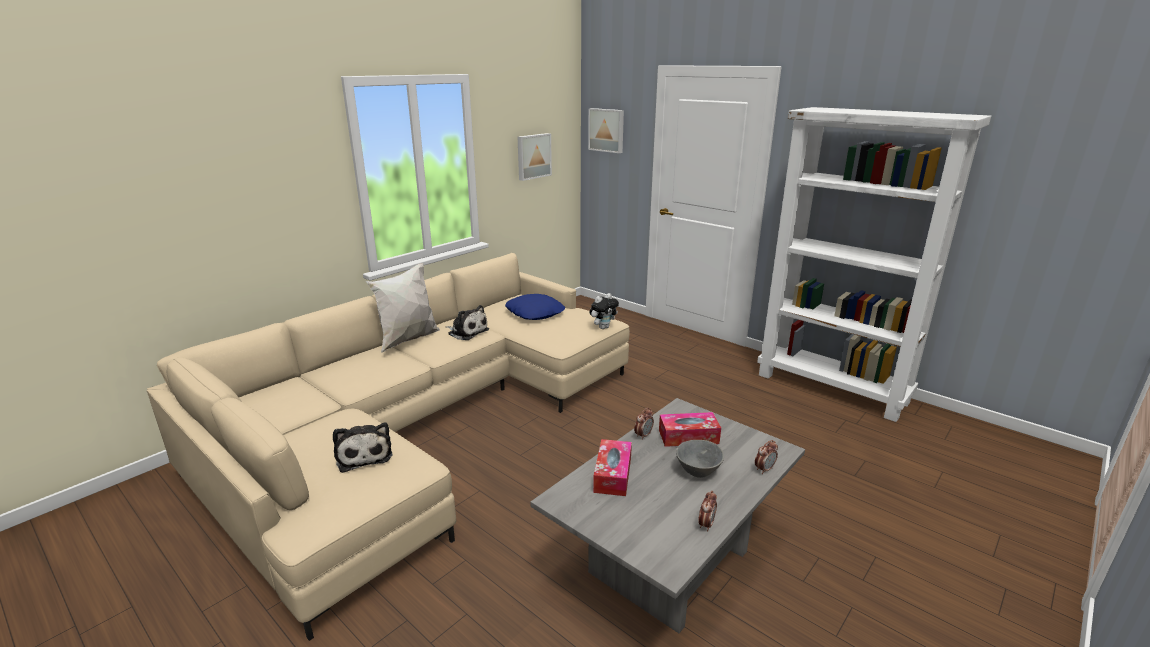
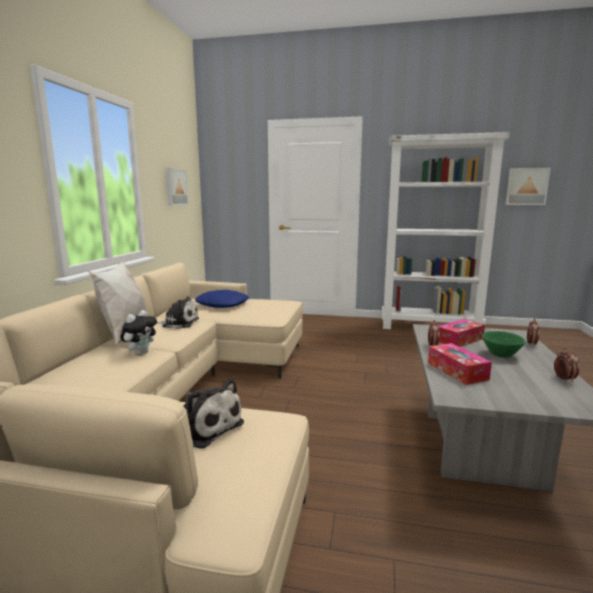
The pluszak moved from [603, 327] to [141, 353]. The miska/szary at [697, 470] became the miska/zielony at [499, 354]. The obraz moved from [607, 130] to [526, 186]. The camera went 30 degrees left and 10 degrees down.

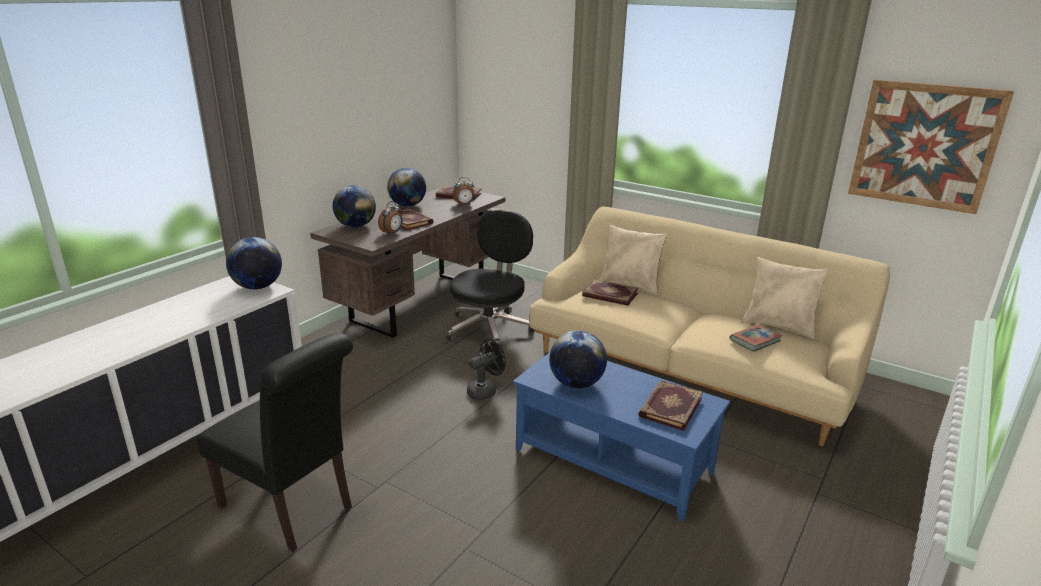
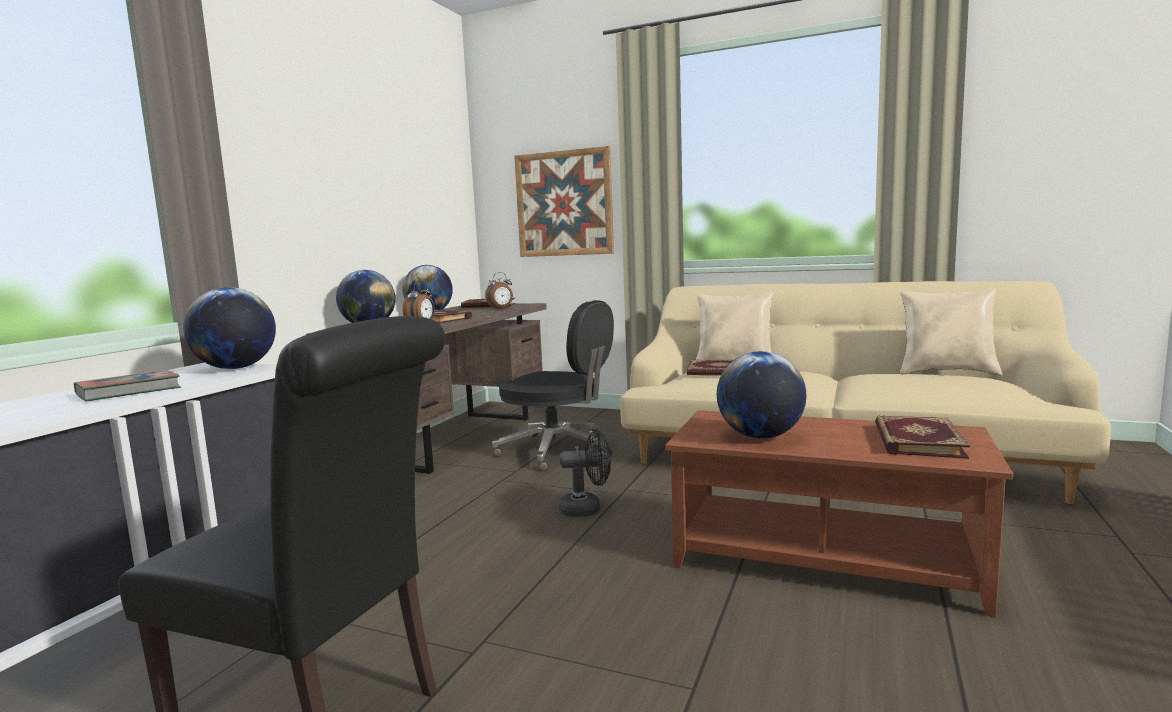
The książka moved from [755, 340] to [129, 391]. The krzesło biurowe/czarny at [490, 328] turned 105 degrees clockwise. The obraz moved from [924, 145] to [564, 203]. The wentylator/czarny at [485, 391] turned 45 degrees clockwise. The ława/niebieski at [613, 460] became the ława/brązowy at [825, 558]. The camera went 10 degrees left and 15 degrees down.

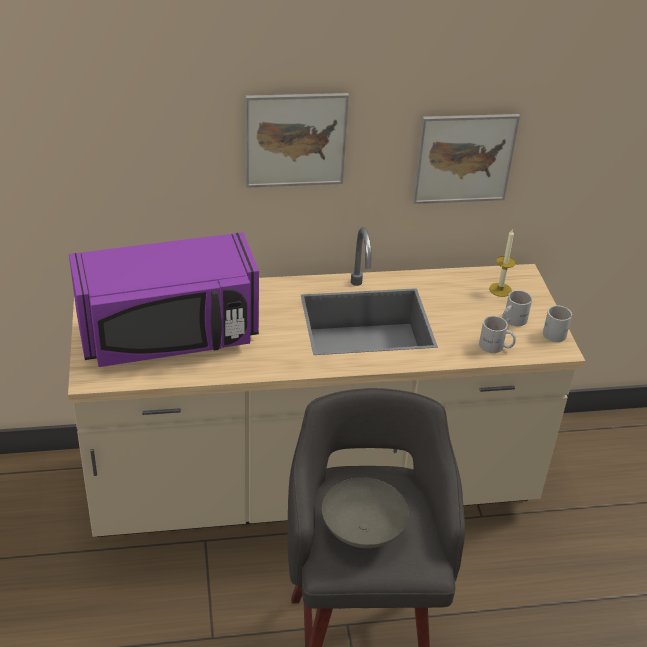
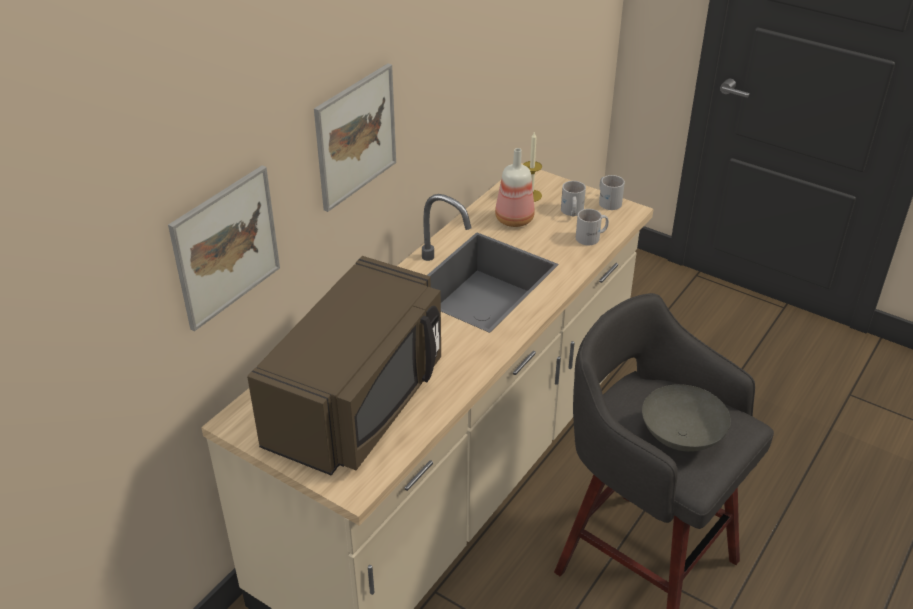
The obraz moved from [464, 158] to [226, 247]. The mikrofalówka/fioletowy at [169, 336] became the mikrofalówka/brązowy at [359, 402]. The butelka at [514, 220] appeared. The camera went 45 degrees left and 0 degrees up.

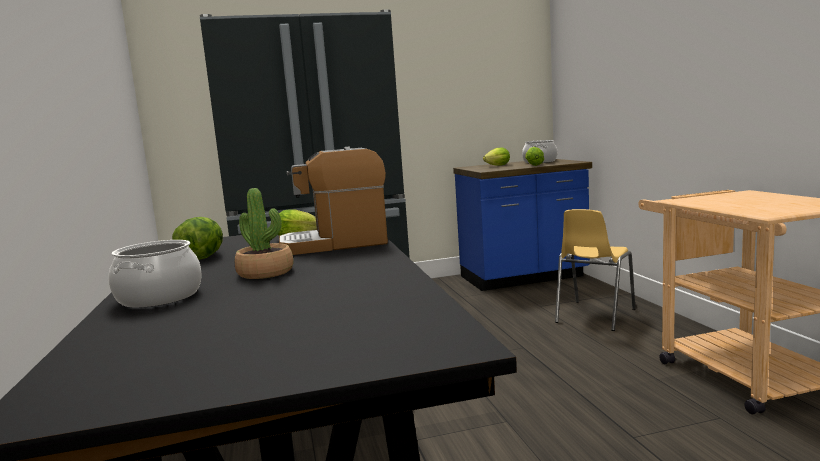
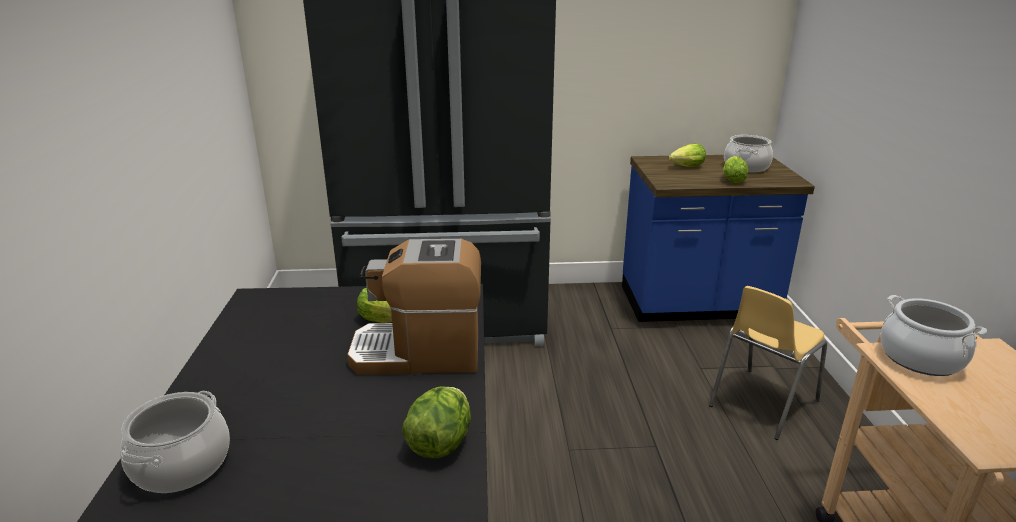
The sałata moved from [202, 258] to [440, 443]. The garnek at [920, 357] appeared. The roślina doniczkowa at [265, 272] disappeared. The camera went 10 degrees right and 15 degrees up.

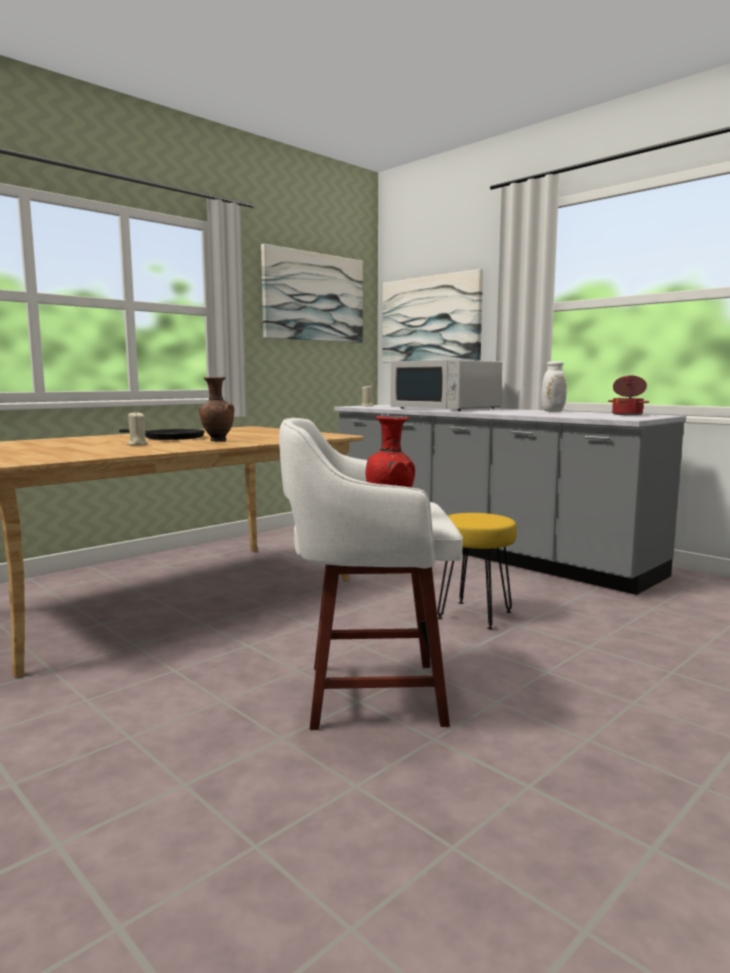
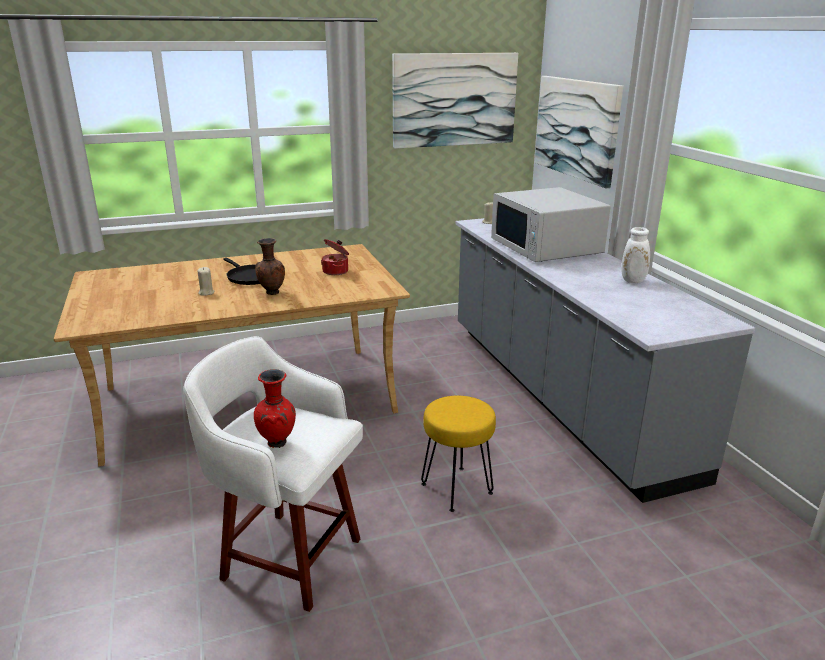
The garnek moved from [627, 414] to [336, 271]. The camera went 25 degrees right and 15 degrees up.

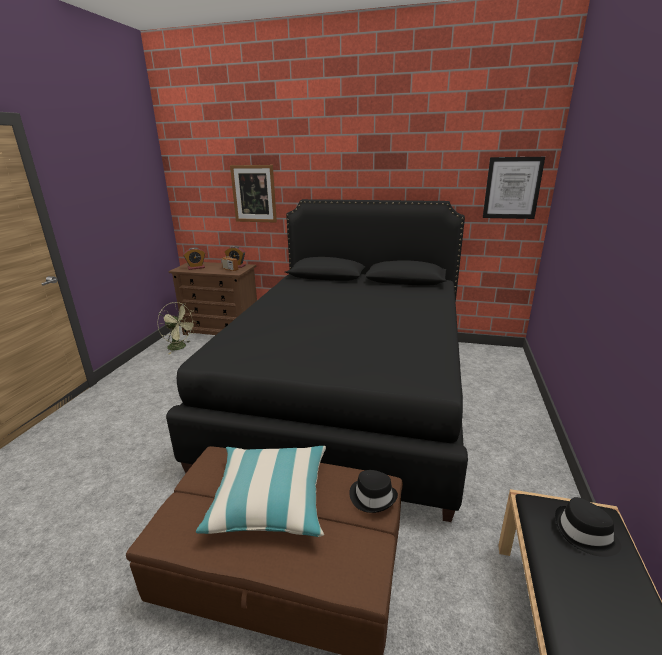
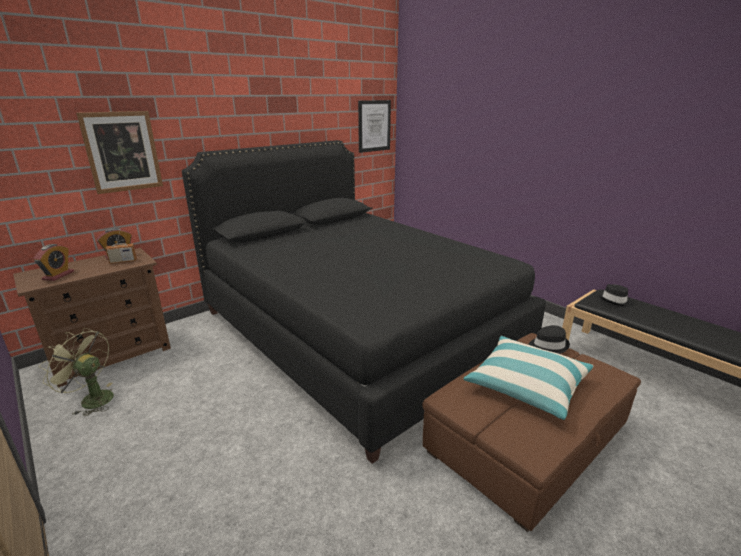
The wentylator/zielony at [180, 347] turned 135 degrees counterclockwise. The camera went 55 degrees left and 0 degrees up.

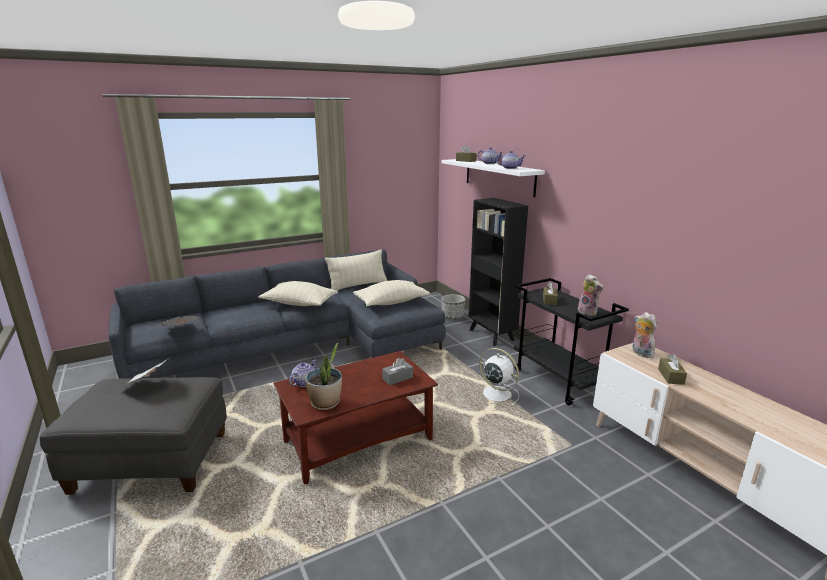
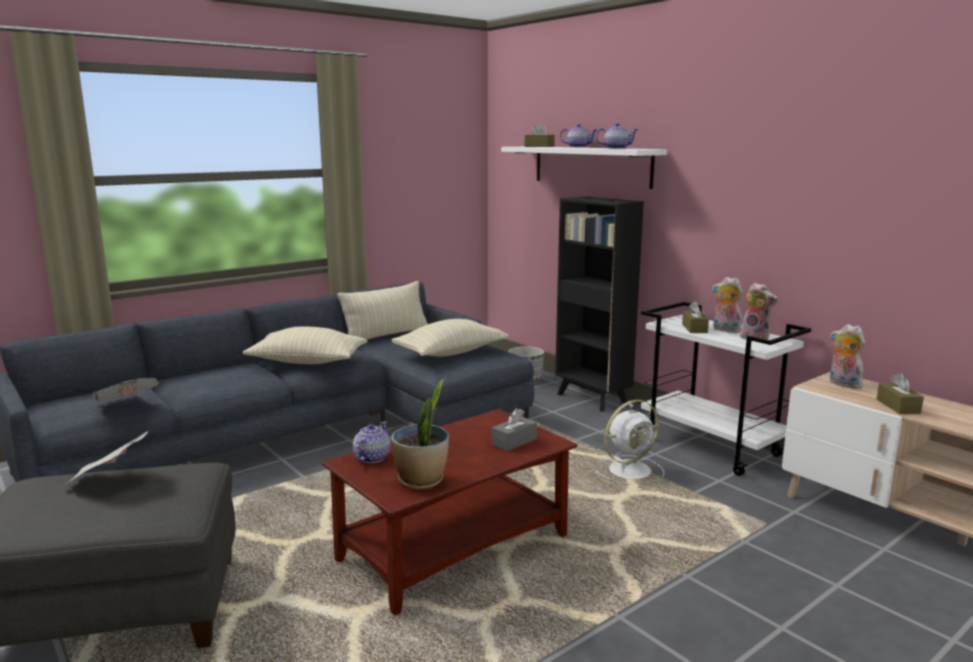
The wentylator/biały at [495, 393] turned 120 degrees clockwise. The wózek/czarny at [559, 381] became the wózek/biały at [712, 447]. The pluszak at [725, 330] appeared. The camera went 10 degrees left and 5 degrees down.

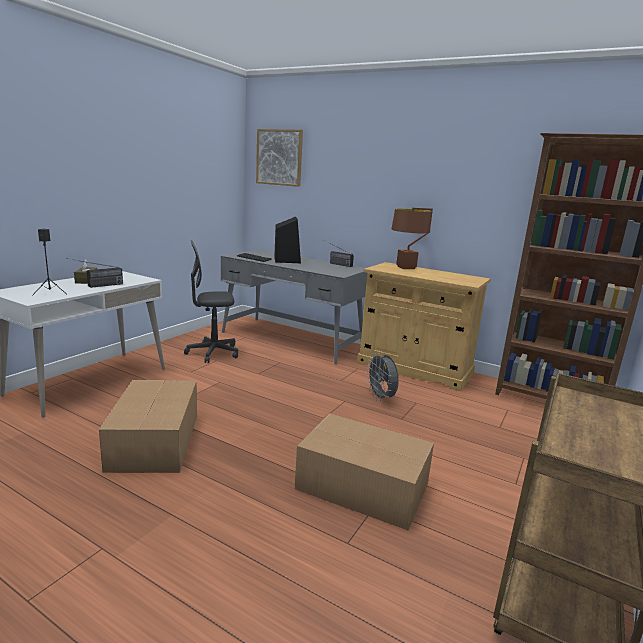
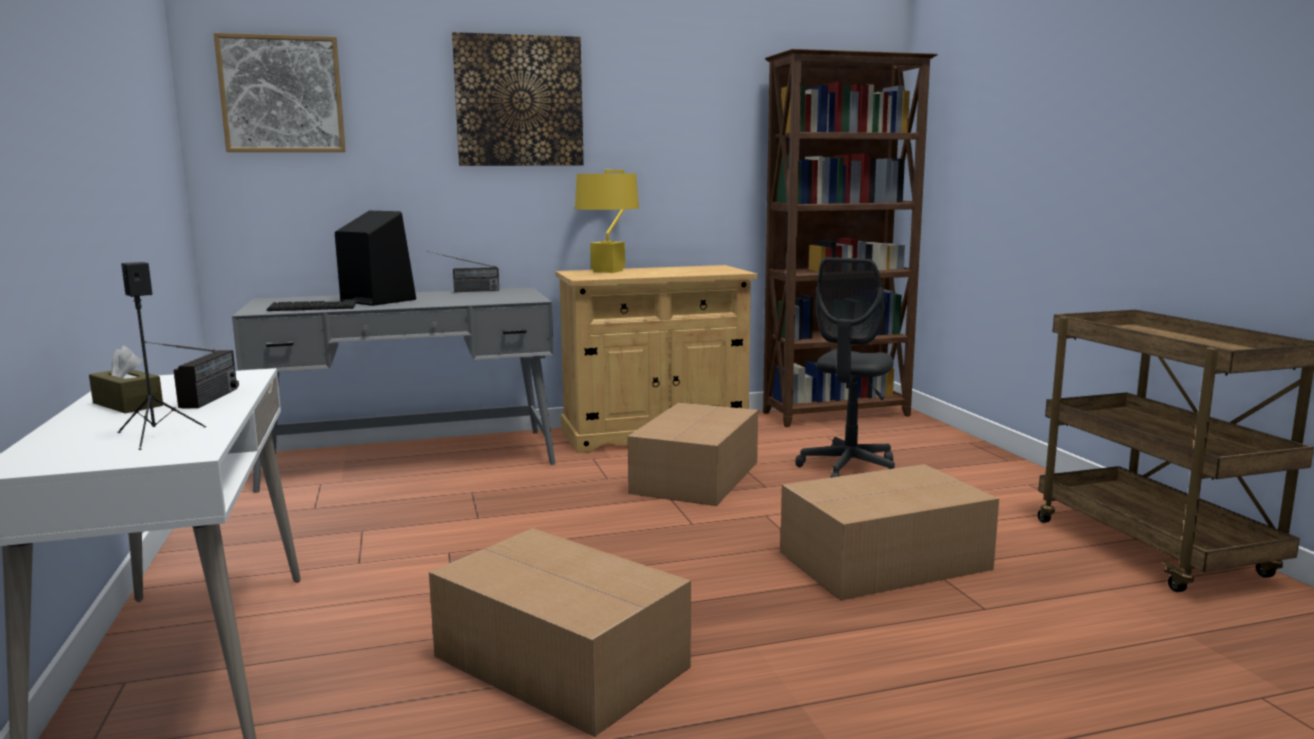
The obraz at [519, 101] appeared. The lampa stołowa/brązowy at [406, 267] became the lampa stołowa/żółty at [608, 271]. The wentylator/szary at [381, 398] was replaced by the karton at [697, 477]. The krzesło biurowe/szary moved from [213, 353] to [849, 469]. The camera went 45 degrees left and 5 degrees down.

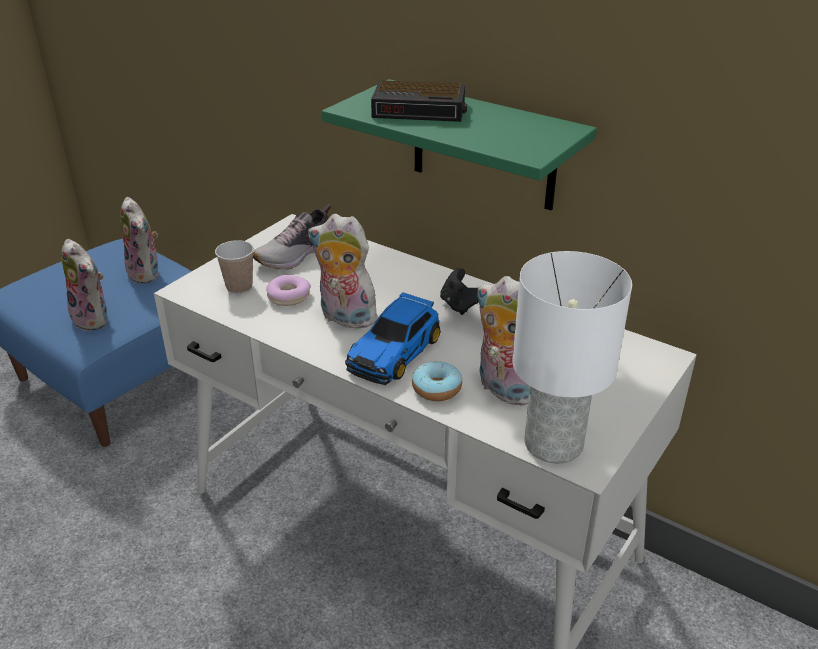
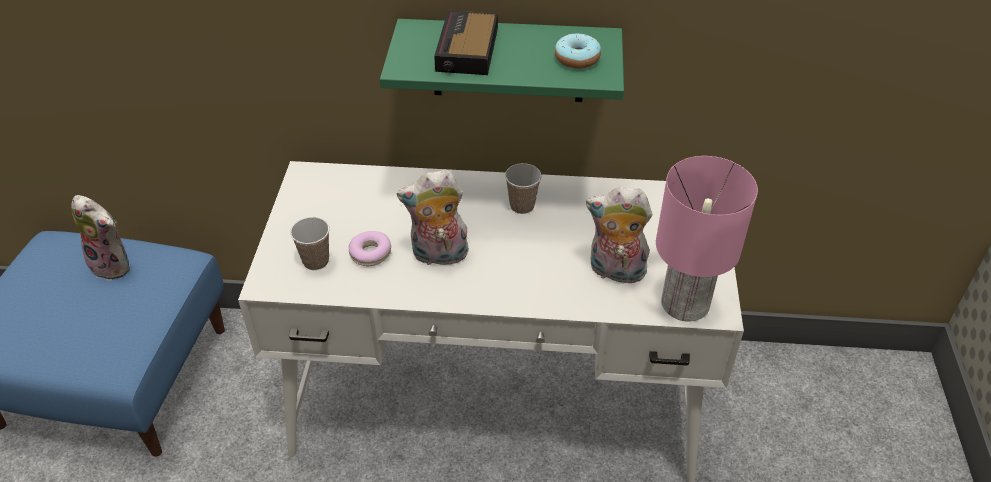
The budzik at [421, 109] turned 120 degrees clockwise. The pad do gier/czarny at [460, 305] was replaced by the filiżanka at [522, 206]. The donut moved from [436, 389] to [577, 59]. The lampa stołowa/biały at [554, 442] became the lampa stołowa/różowy at [684, 303]. The pluszak at [94, 319] disappeared. The but at [296, 255] disappeared. The samochodzik at [395, 351] disappeared. The camera went 30 degrees left and 10 degrees up.

